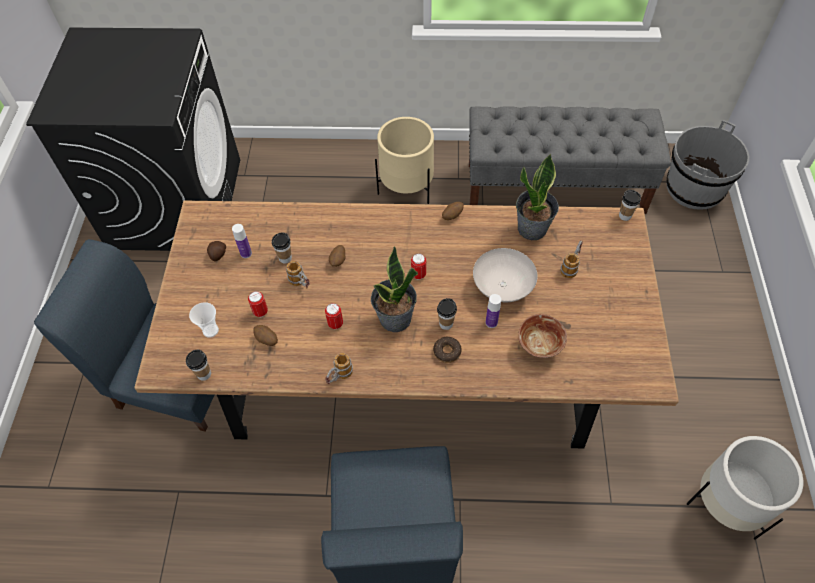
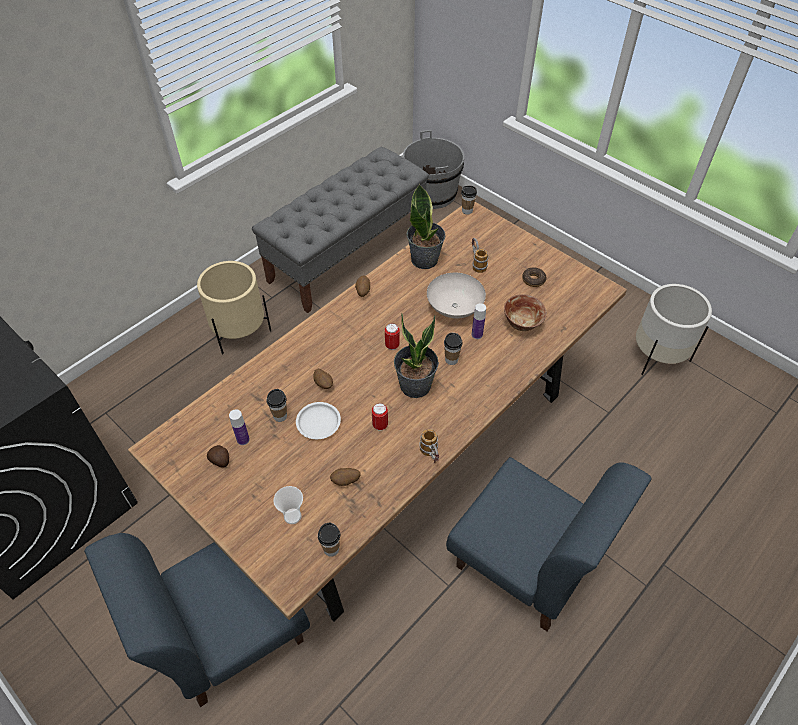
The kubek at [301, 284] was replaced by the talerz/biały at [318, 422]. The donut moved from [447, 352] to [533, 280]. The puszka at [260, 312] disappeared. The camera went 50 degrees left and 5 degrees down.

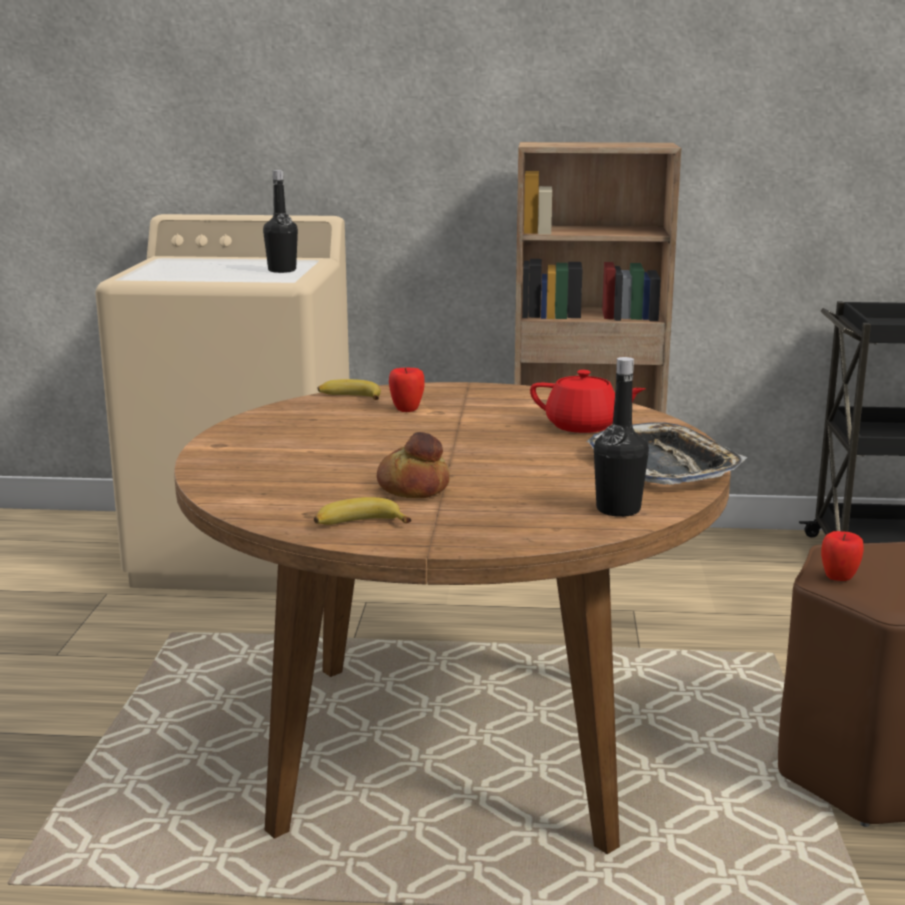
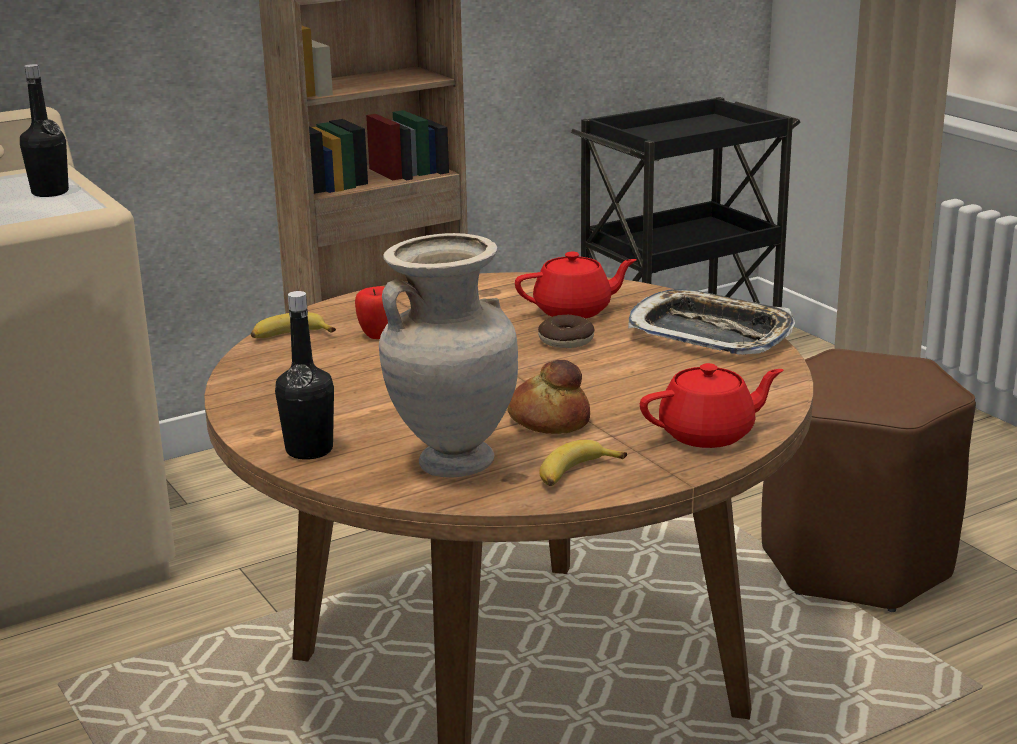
The butelka/czarny moved from [618, 509] to [309, 450]. The wazon/beżowy at [453, 463] appeared. The donut at [566, 341] appeared. The imbryk/czerwony at [708, 434] appeared. The jabłko at [838, 579] disappeared. The camera went 35 degrees left and 5 degrees up.

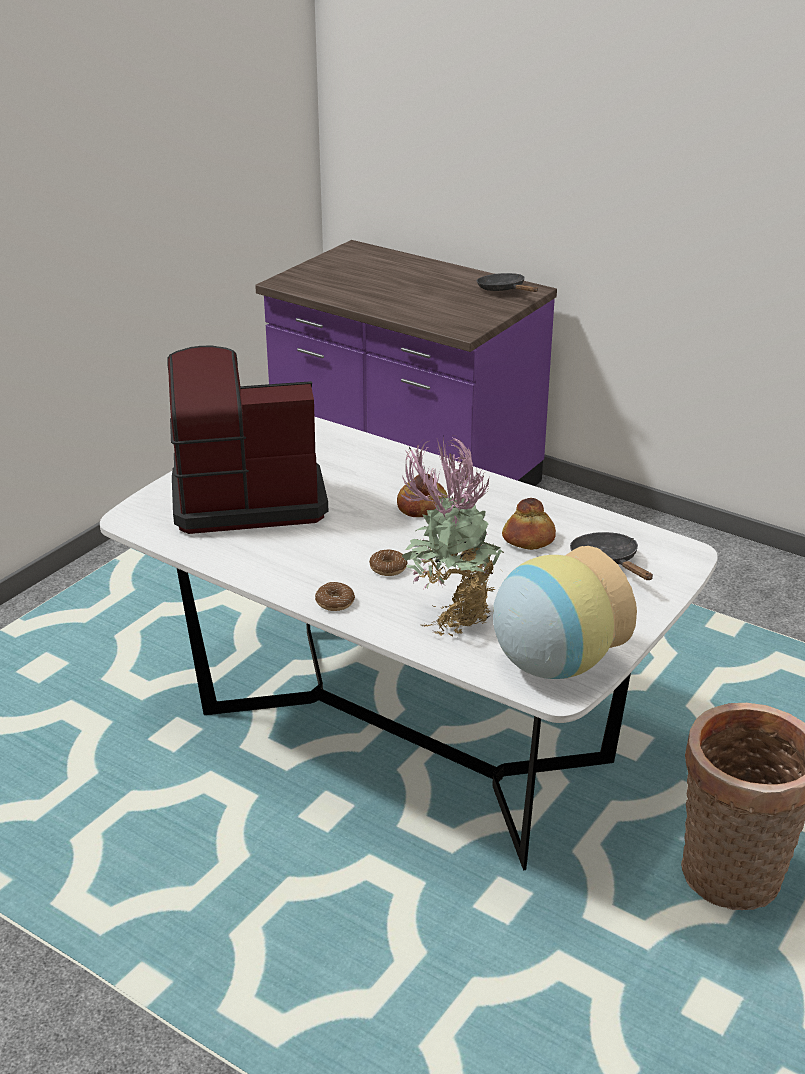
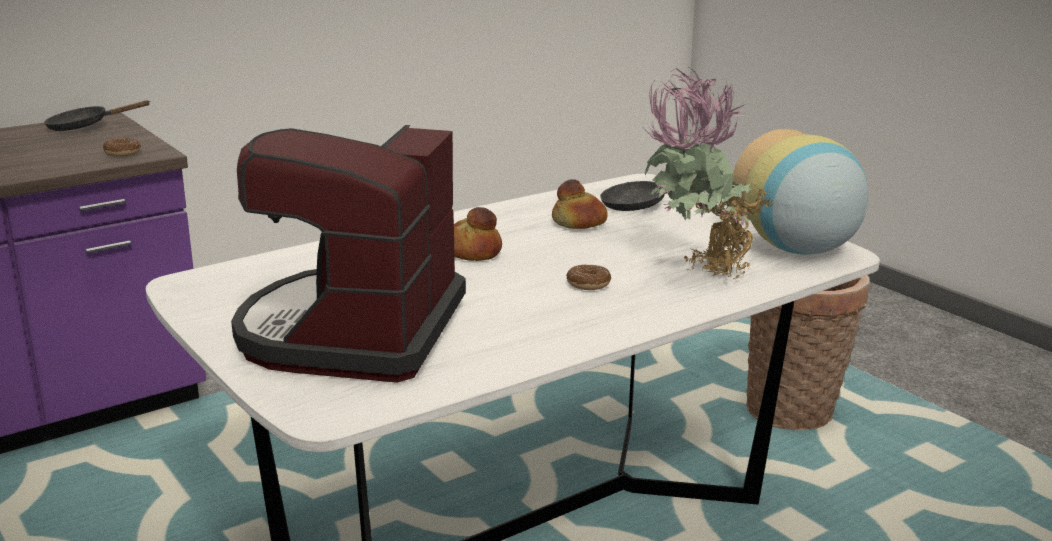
The donut moved from [335, 602] to [122, 153]. The camera went 70 degrees left and 10 degrees down.

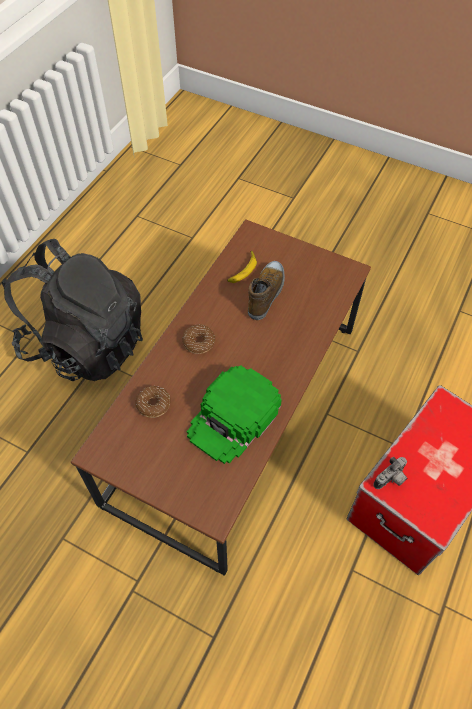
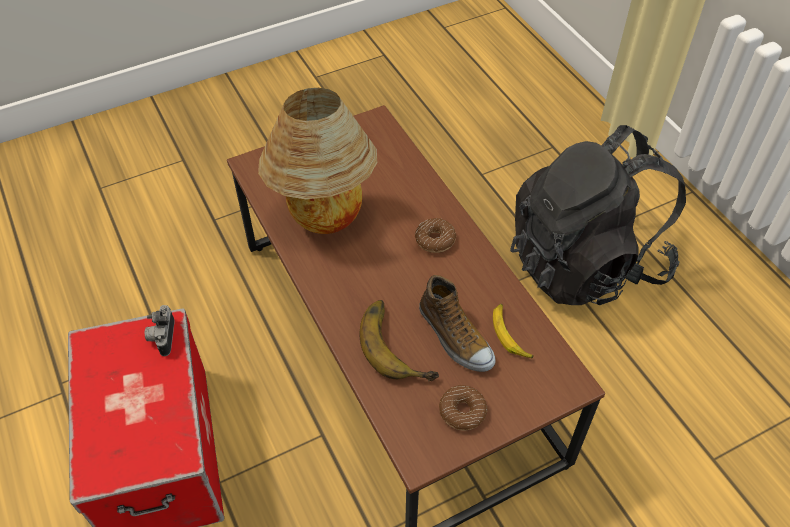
The czapka z daszkiem/zielony at [234, 418] was replaced by the lampa stołowa at [323, 221]. The banan at [399, 343] appeared. The donut moved from [153, 404] to [462, 411]. The camera went 125 degrees right and 5 degrees down.

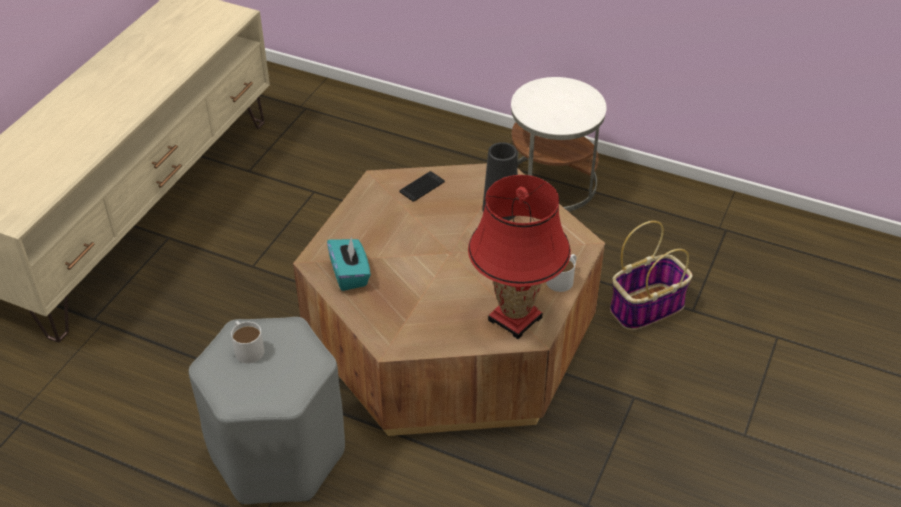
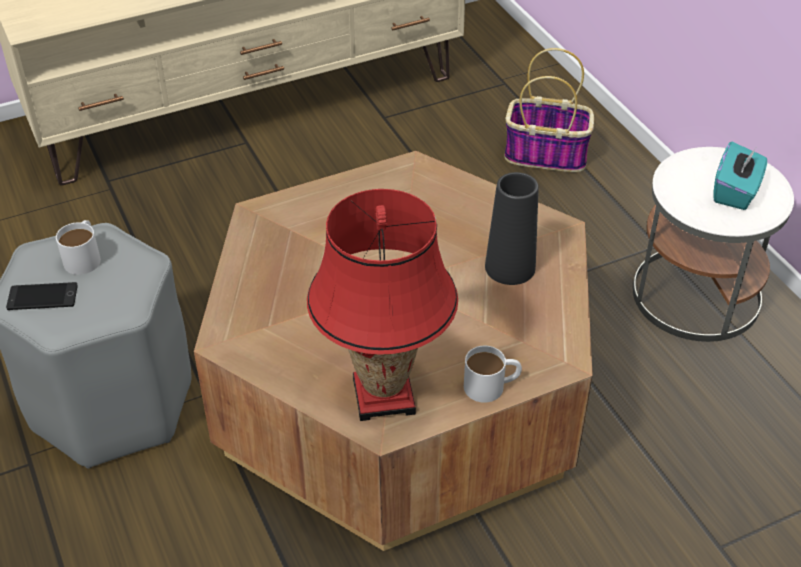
The telefon moved from [422, 187] to [42, 297]. The koszyk moved from [647, 307] to [547, 155]. The pudełko chusteczek/turkusowy moved from [350, 274] to [735, 192]. The camera went 40 degrees right and 0 degrees up.

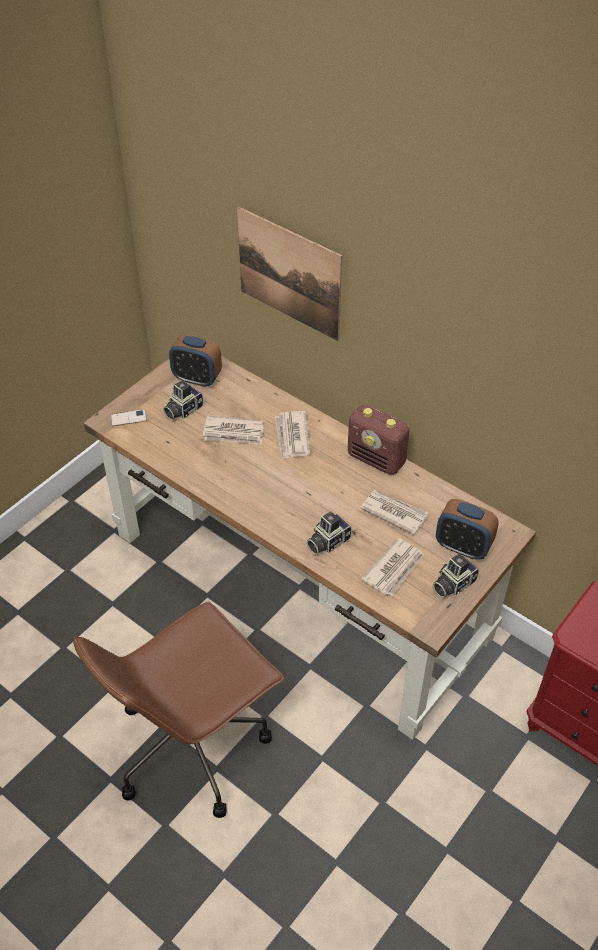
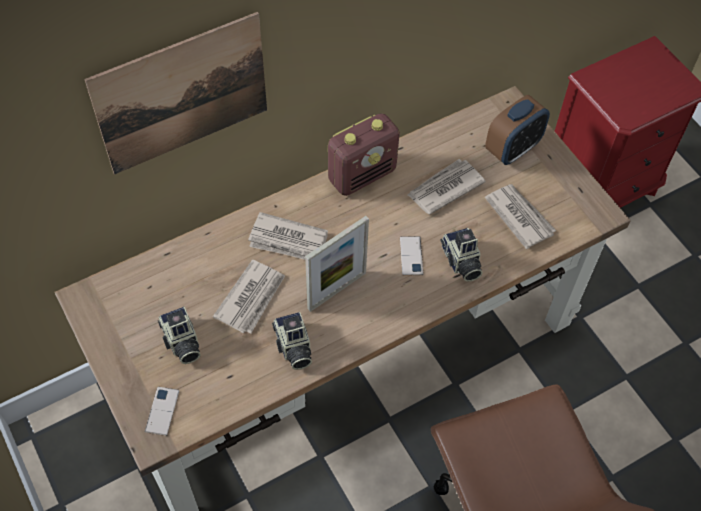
The aparat fotograficzny moved from [452, 584] to [293, 347]. The ramka na zdjęcie at [337, 290] appeared. The telefon at [411, 256] appeared. The budzik at [197, 378] disappeared. The camera went 70 degrees left and 10 degrees up.

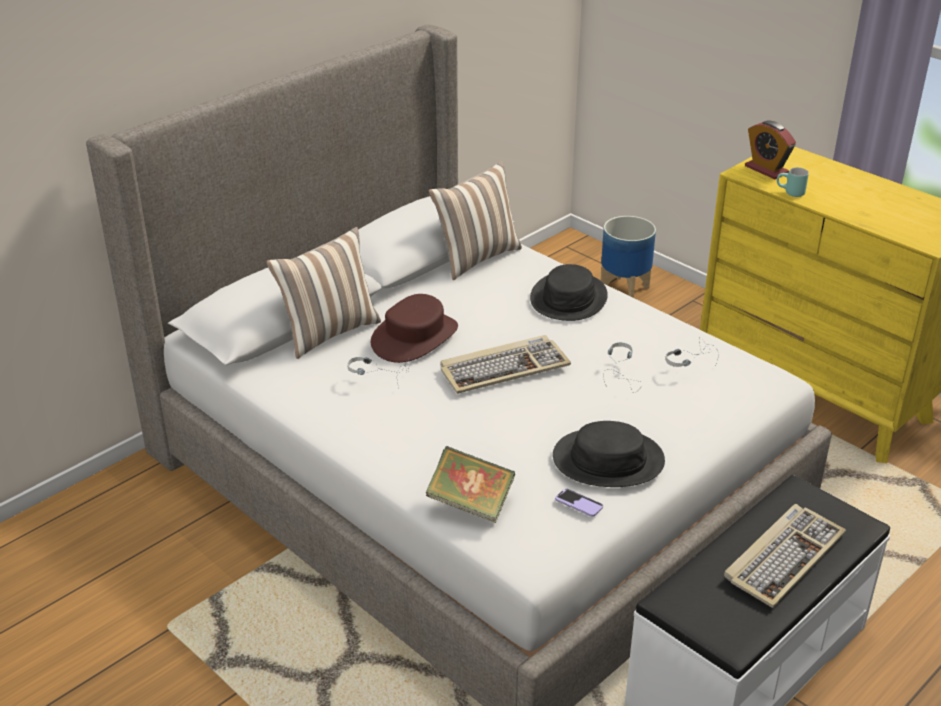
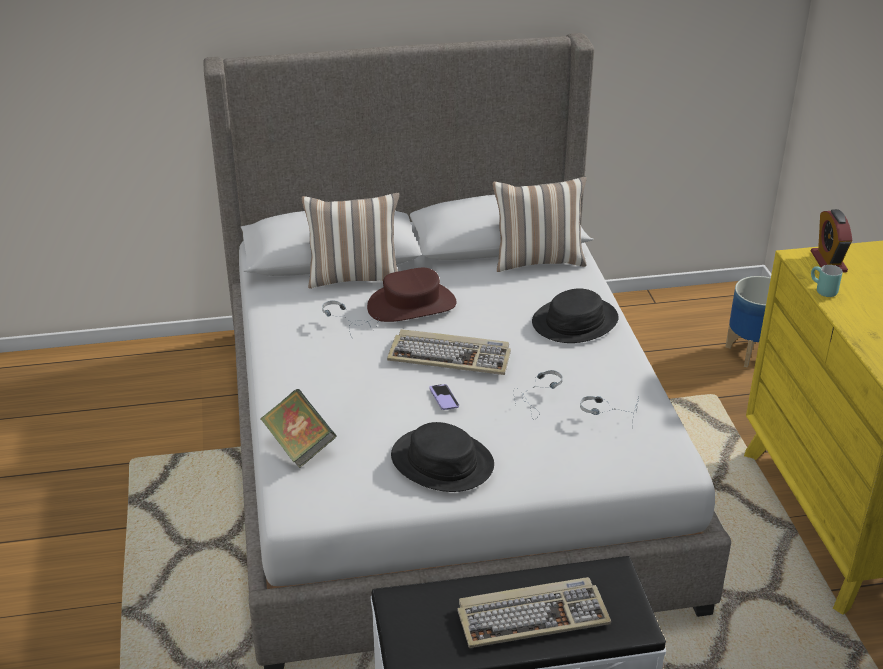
The telefon moved from [579, 503] to [444, 398]. The camera went 35 degrees right and 0 degrees up.

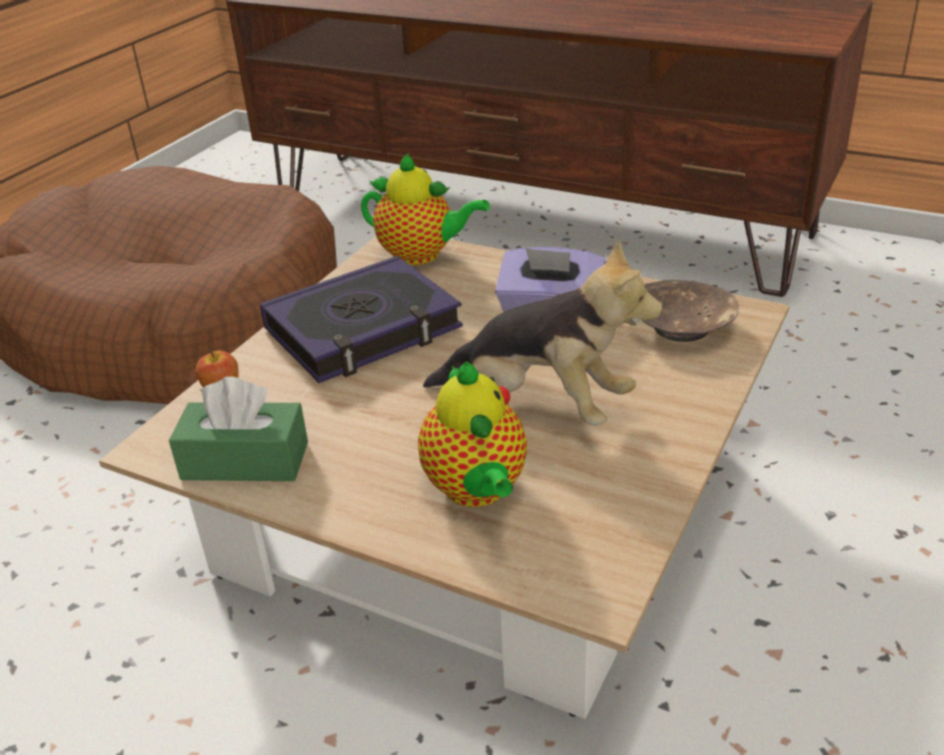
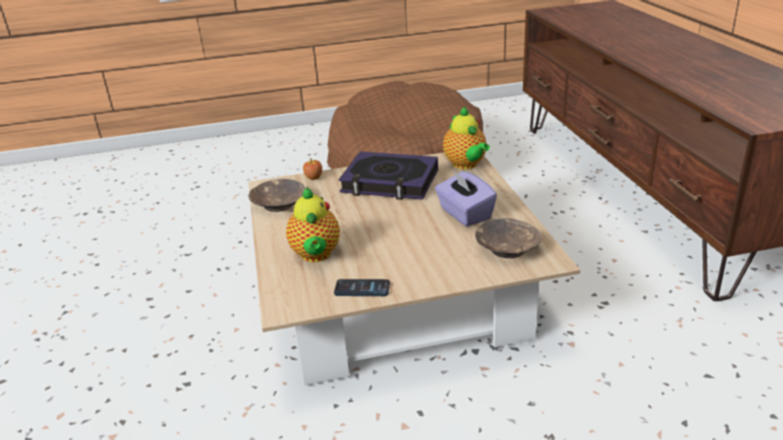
The pudełko chusteczek/zielony at [245, 461] was replaced by the miska/brązowy at [278, 204]. The imbryk at [477, 491] turned 45 degrees counterclockwise. The telefon at [362, 289] appeared. The pluszak at [540, 407] disappeared. The camera went 50 degrees right and 5 degrees down.

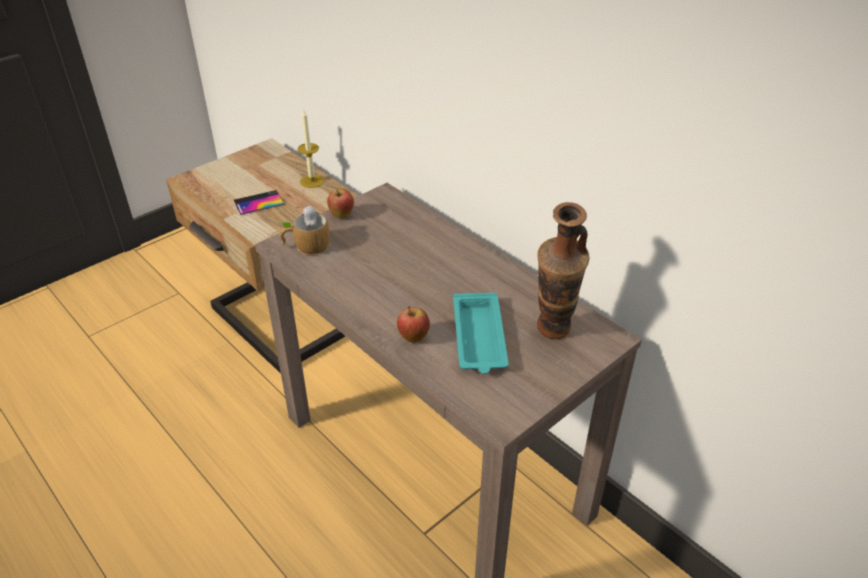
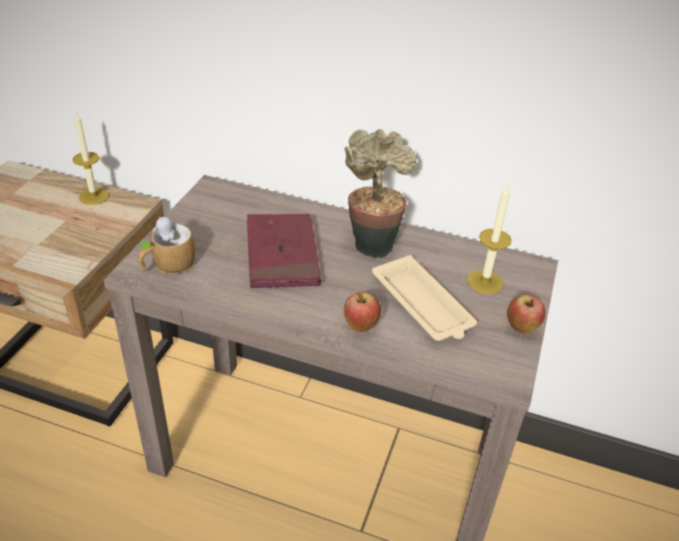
The książka/czerwony at [282, 254] appeared. The roślina doniczkowa at [372, 242] appeared. The taca/turkusowy at [479, 338] became the taca/beżowy at [422, 305]. The wazon at [552, 336] was replaced by the świeca at [485, 282]. The jabłko moved from [341, 216] to [521, 328]. The telefon at [259, 202] disappeared. The camera went 30 degrees left and 0 degrees up.

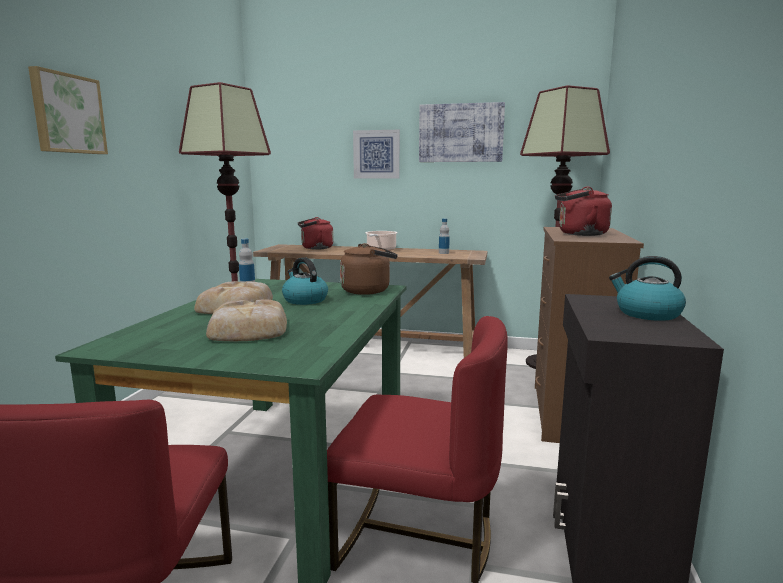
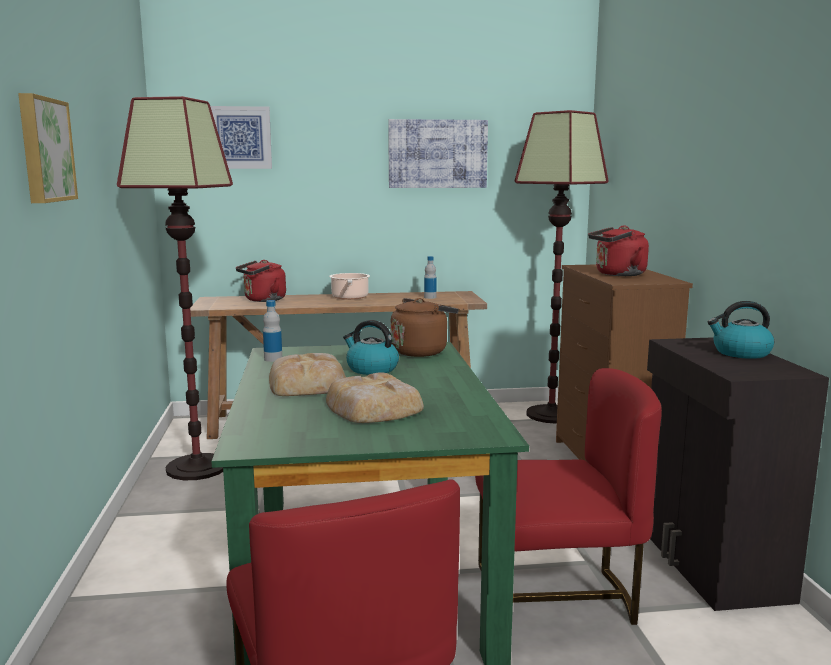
The obraz moved from [376, 154] to [240, 137]. The camera went 20 degrees left and 0 degrees up.

